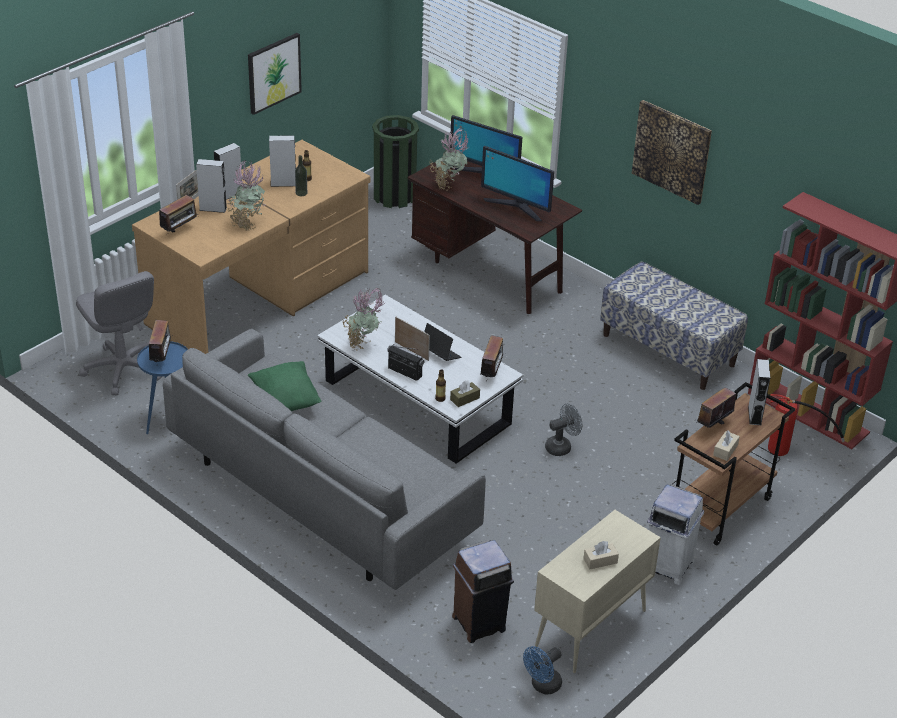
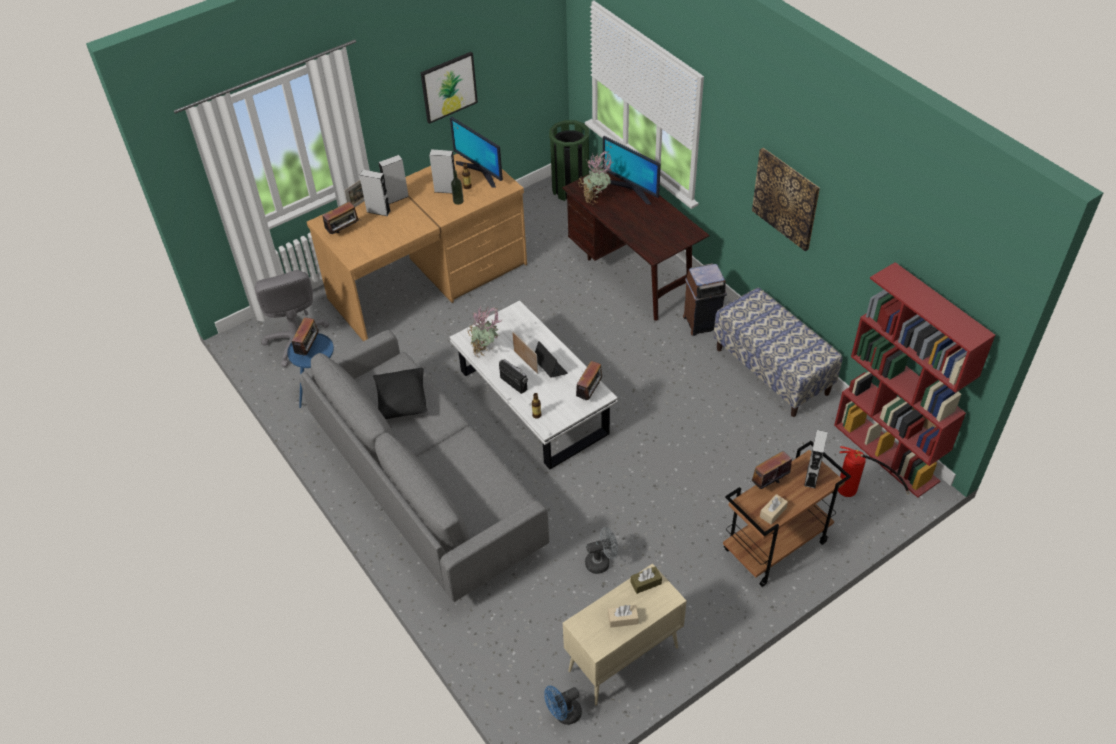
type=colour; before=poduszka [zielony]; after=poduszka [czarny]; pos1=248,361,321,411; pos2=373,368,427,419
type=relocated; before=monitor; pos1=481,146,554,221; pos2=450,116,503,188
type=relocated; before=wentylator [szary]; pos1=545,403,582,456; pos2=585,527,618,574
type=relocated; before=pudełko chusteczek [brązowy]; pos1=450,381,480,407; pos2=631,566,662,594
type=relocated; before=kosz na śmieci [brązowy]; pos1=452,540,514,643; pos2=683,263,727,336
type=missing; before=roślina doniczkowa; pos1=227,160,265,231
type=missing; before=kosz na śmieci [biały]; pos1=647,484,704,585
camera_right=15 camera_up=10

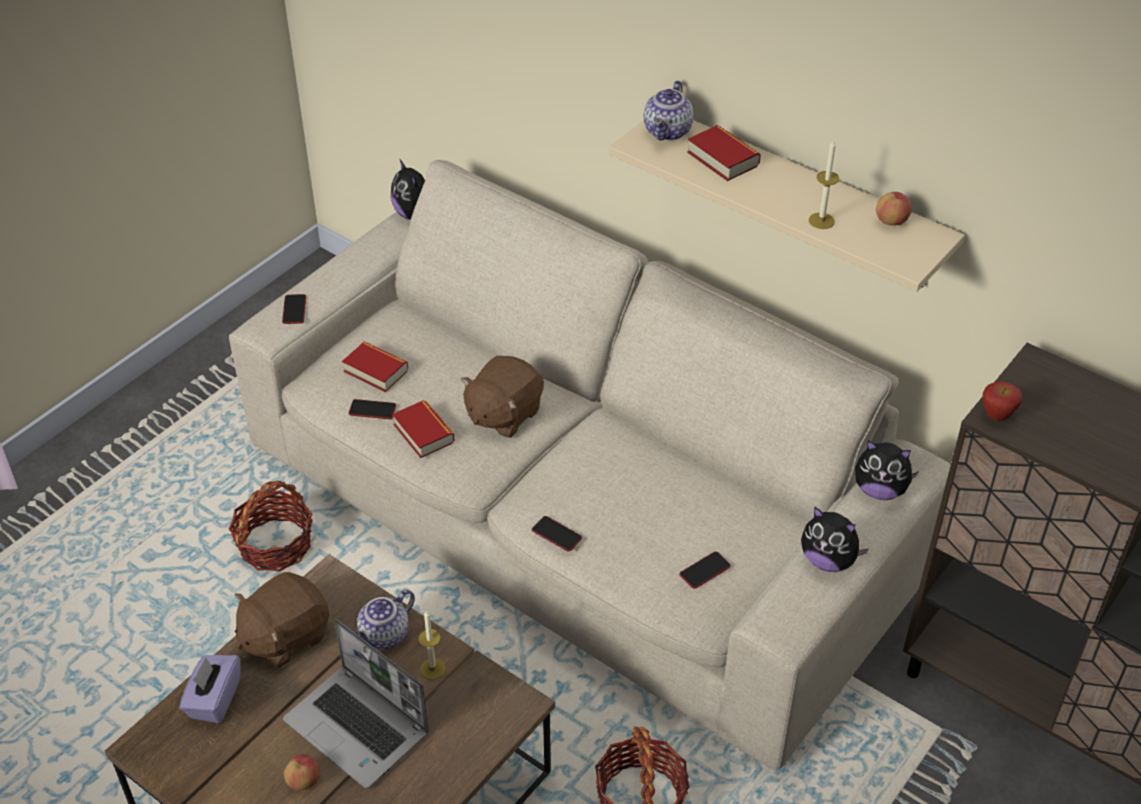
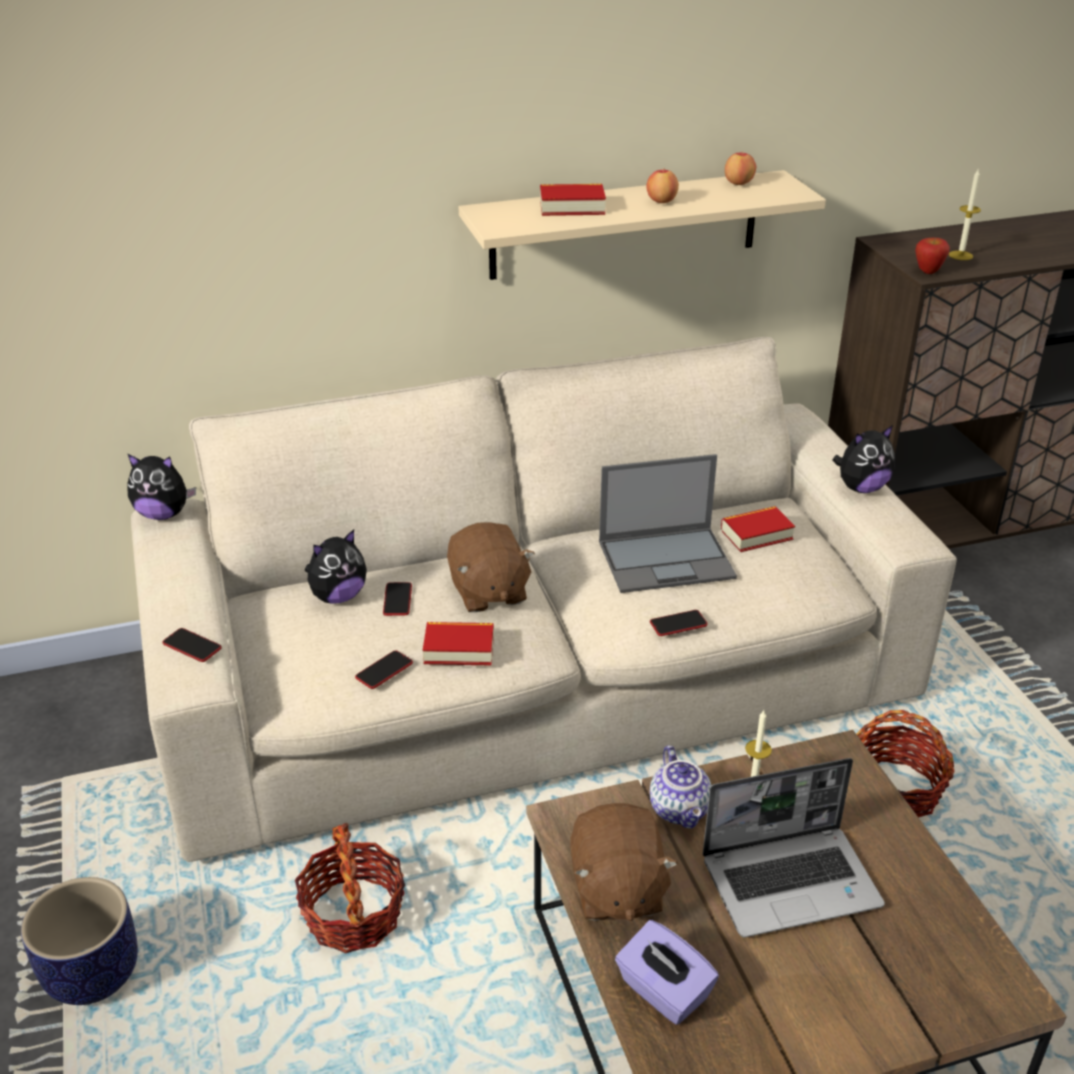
type=appeared; after=donica; pos2=21,877,138,1005
type=relocated; before=pluszak; pos1=855,440,919,500; pos2=304,530,367,604
type=relocated; before=telefon; pos1=679,551,731,589; pos2=383,582,412,616
type=appeared; after=laptop; pos2=599,454,737,593
type=relocated; before=jabłko; pos1=284,754,320,791; pos2=646,170,679,203
type=relocated; before=książka; pos1=342,342,408,392; pos2=721,506,795,552
type=relocated; before=świeca; pos1=809,139,839,229; pos2=949,168,981,260
type=missing; before=imbryk; pos1=644,80,694,141
camera_right=-55 camera_up=-10

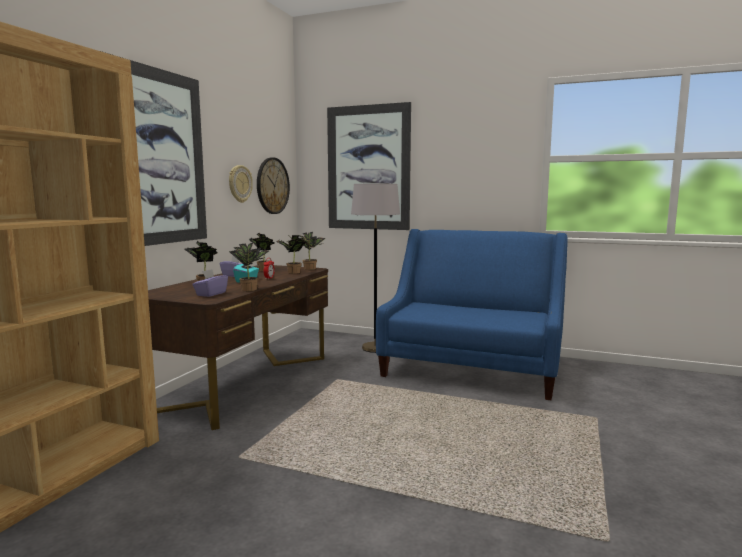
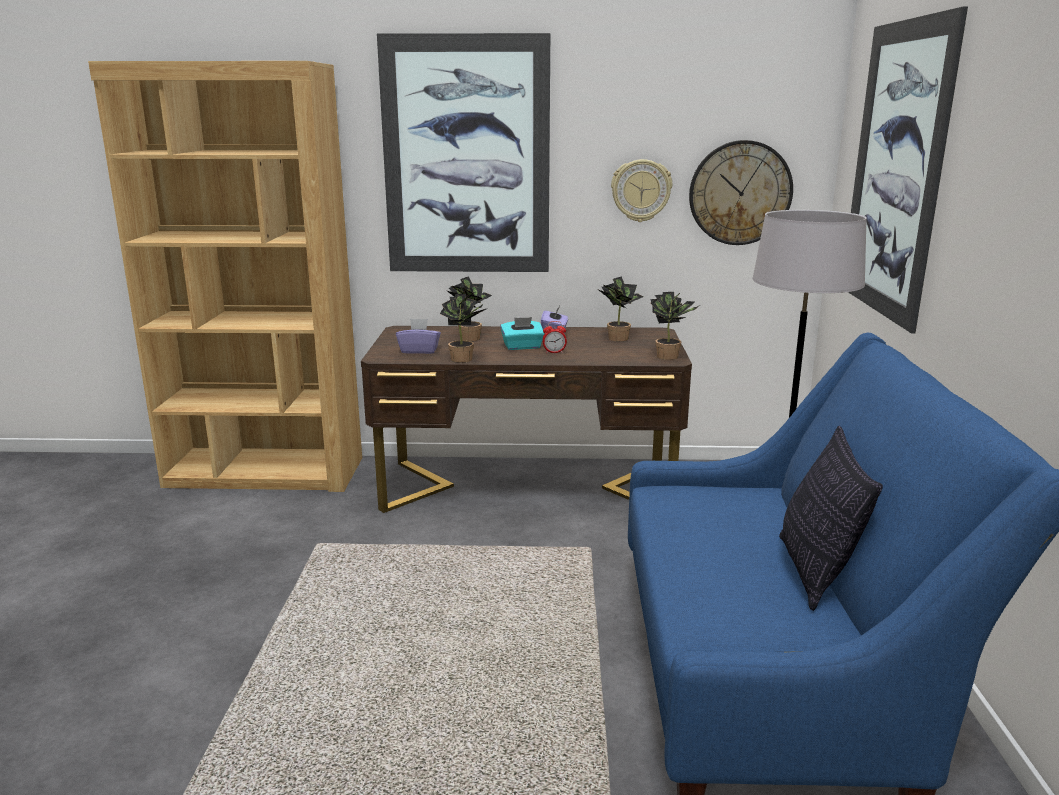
type=appeared; after=poduszka; pos2=779,426,883,611
type=missing; before=roślina doniczkowa; pos1=276,235,307,274
camera_right=70 camera_up=10

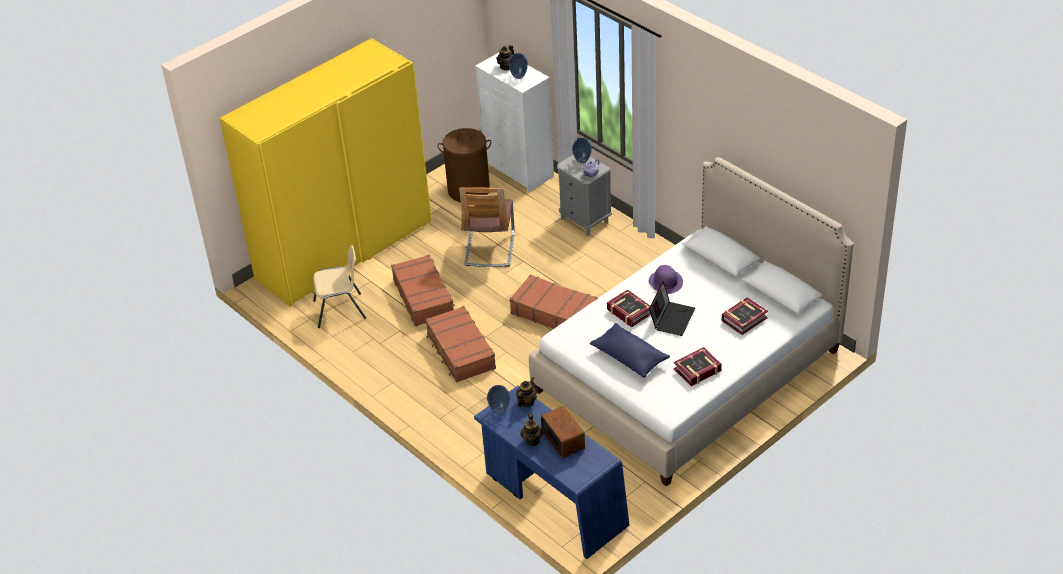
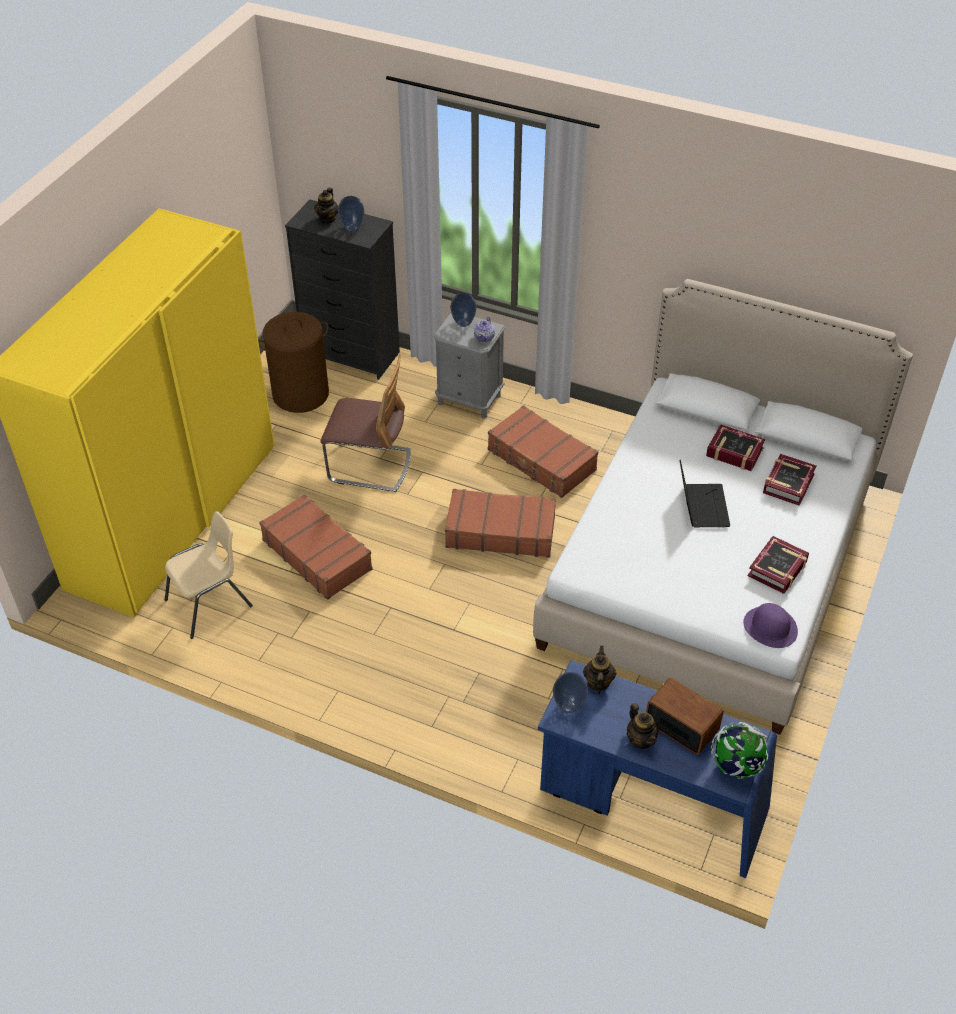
type=colour; before=komoda [biały]; after=komoda [czarny]; pos1=475,53,554,192; pos2=285,199,400,380
type=spun; before=krzesło; pos1=459,188,515,267; pos2=320,354,411,492; turn=-60
type=relocated; before=walizka [brązowy]; pos1=425,306,496,382; pos2=488,405,598,498
type=relocated; before=książka; pos1=607,290,651,327; pos2=706,424,765,471
type=appeared; after=globus; pos2=711,722,768,779
type=relocated; before=kapelusz [fioletowy]; pos1=649,265,683,294; pos2=743,603,798,648
type=missing; before=poduszka [niebieski]; pos1=590,323,670,378
camera_right=-25 camera_up=5

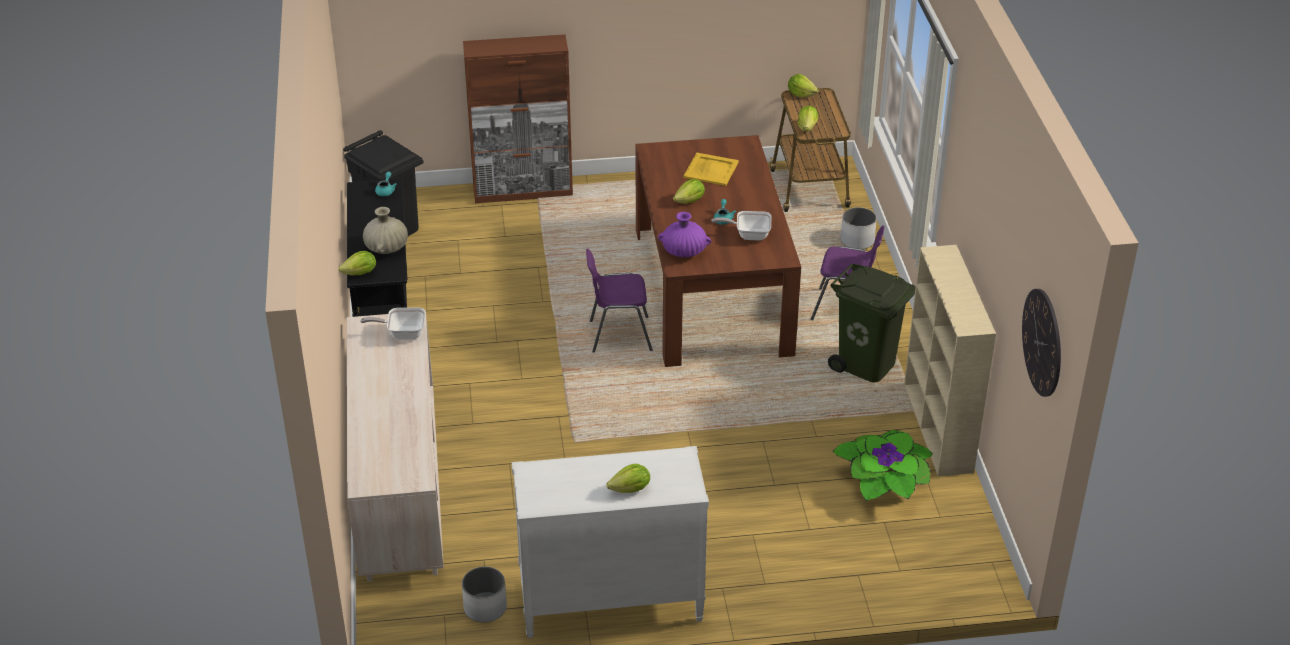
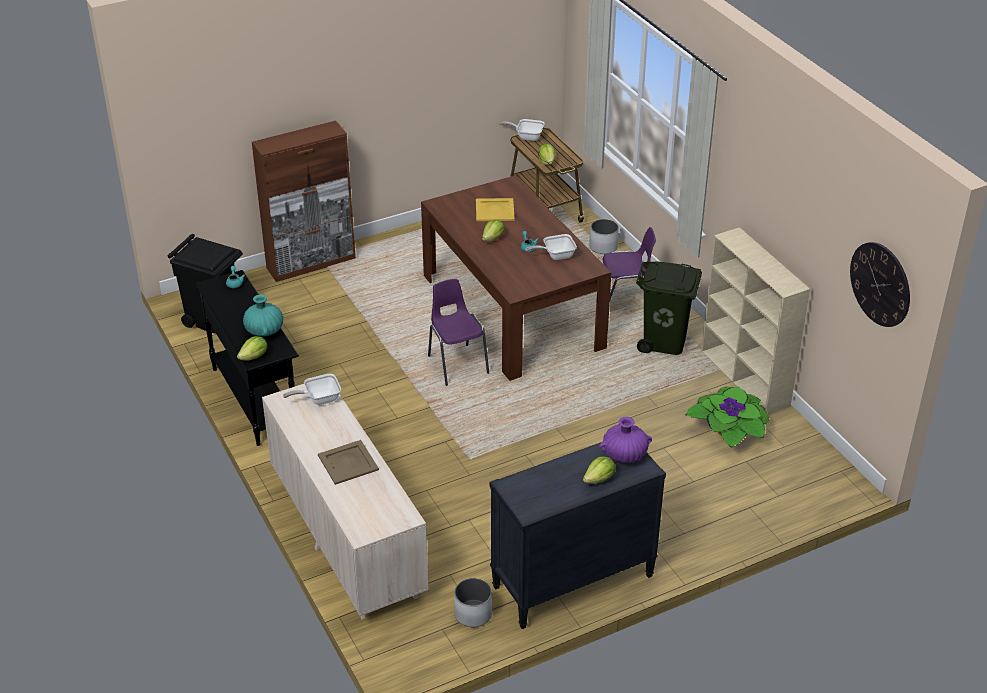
type=colour; before=wazon [beżowy]; after=wazon [turkusowy]; pos1=363,207,408,254; pos2=243,294,283,336
type=appeared; after=taca [beżowy]; pos2=318,440,379,485
type=spun; before=krzesło [fioletowy]; pos1=586,249,653,353; pos2=428,279,489,386; turn=90
type=colour; before=komoda [biały]; after=komoda [czarny]; pos1=512,446,709,638; pos2=489,442,666,629
type=exchanged; before=sałata; after=patelnia; pos1=788,74,819,97; pos2=499,119,544,141
type=relocated; before=wazon [fioletowy]; pos1=658,212,711,257; pos2=599,417,652,463
camera_right=-20 camera_up=0

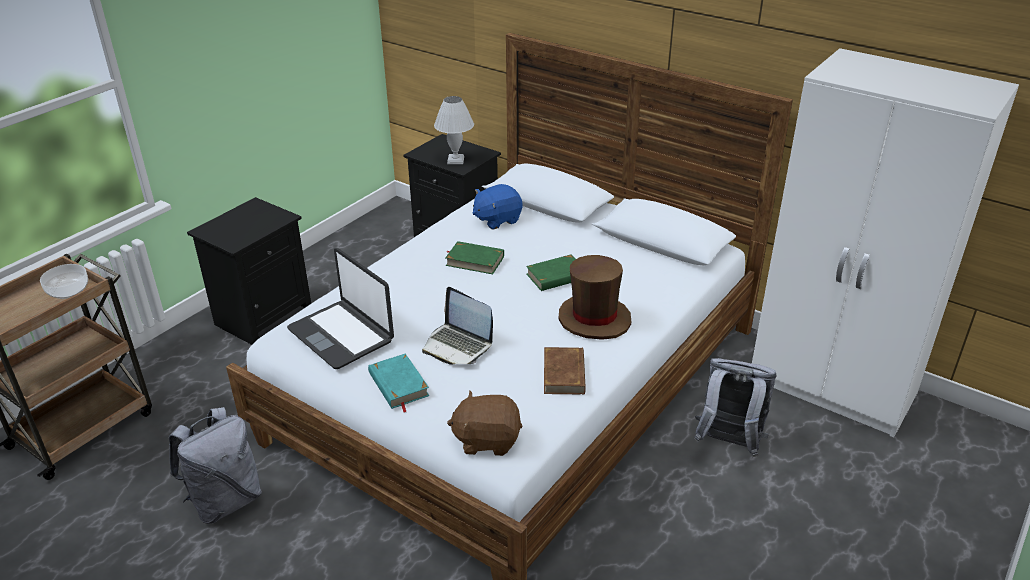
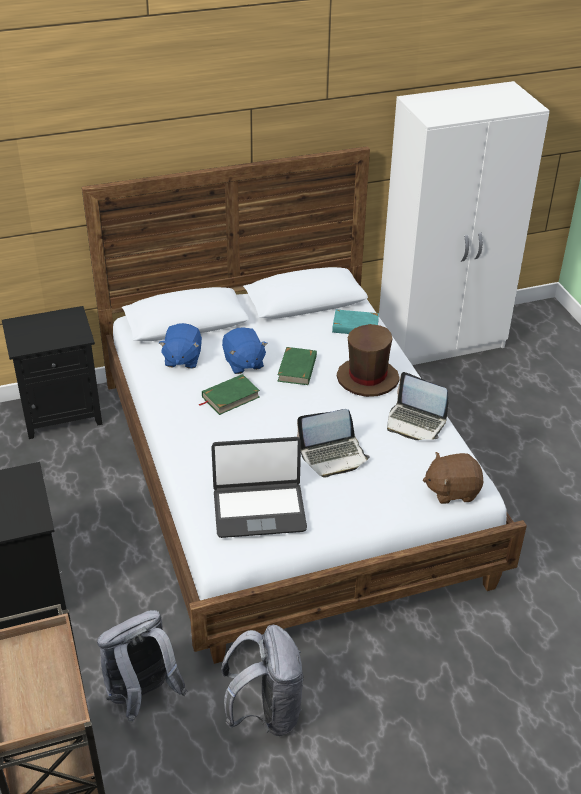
type=relocated; before=plecak [szary]; pos1=694,358,777,457; pos2=97,610,187,723
type=appeared; after=pluszak [niebieski]; pos2=222,327,268,374
type=relocated; before=książka [turkusowy]; pos1=368,354,430,412; pos2=332,309,379,334
type=exchanged; before=książka [brązowy]; after=laptop; pos1=544,347,586,395; pos2=387,372,448,440
type=spun; before=pluszak [brązowy]; pos1=447,390,522,456; pos2=423,452,483,504; turn=45
type=missing; before=miska; pos1=40,264,88,299
type=missing; before=lampa stołowa [biały]; pos1=434,96,474,164
camera_right=-55 camera_up=5

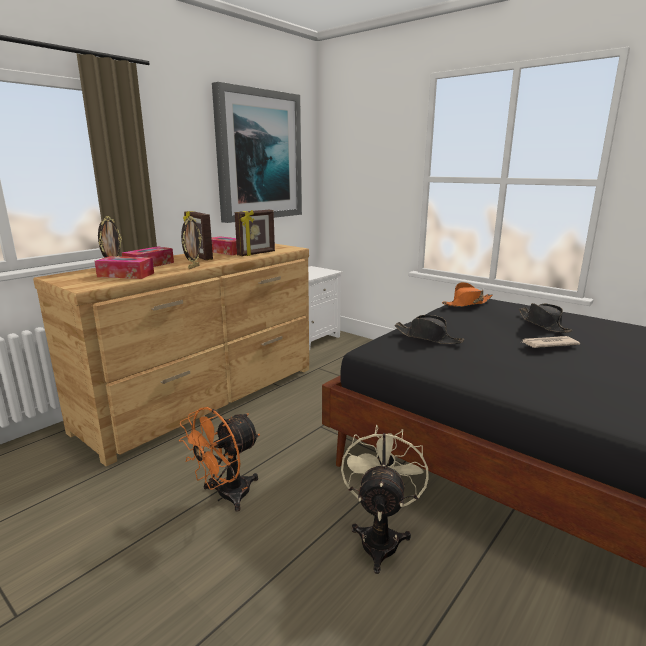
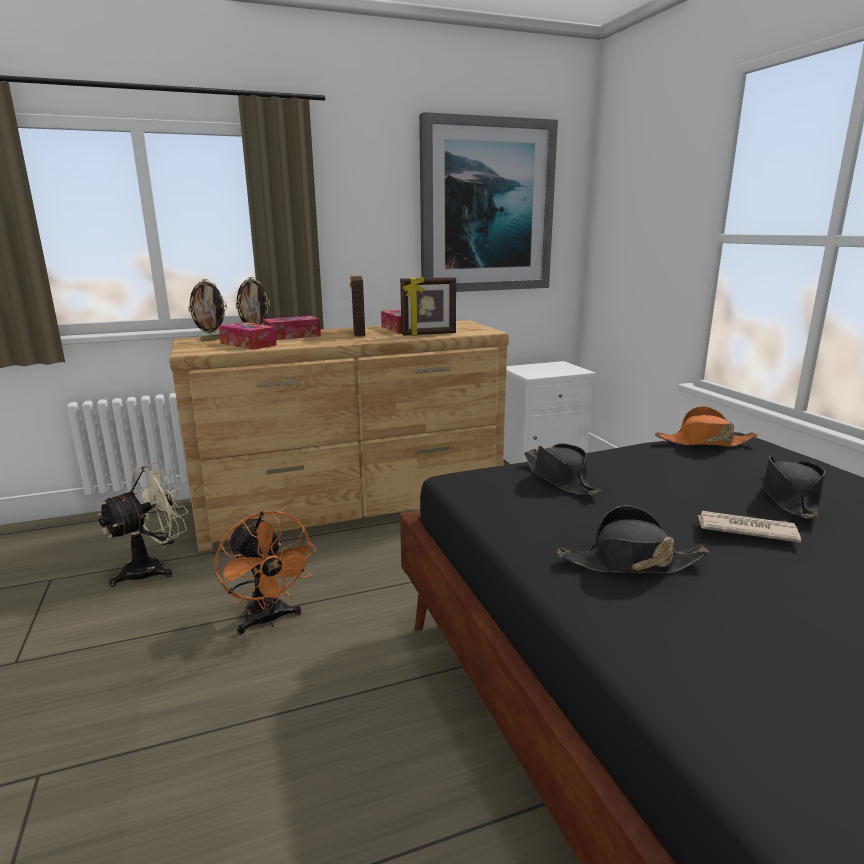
type=relocated; before=wentylator [beżowy]; pos1=341,425,429,574; pos2=97,462,188,587
type=relocated; before=ramka na zdjęcie; pos1=181,216,202,269; pos2=188,279,227,341
type=spun; before=wentylator [pomarańczowy]; pos1=179,407,260,512; pos2=215,511,317,635; turn=-105
type=appeared; after=kapelusz [czarny]; pos2=557,506,709,573
camera_right=30 camera_up=0

